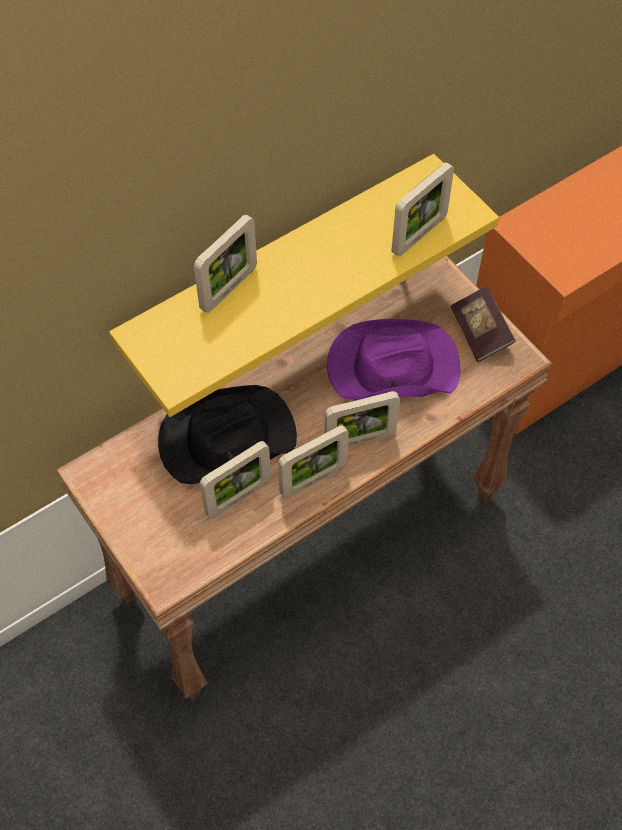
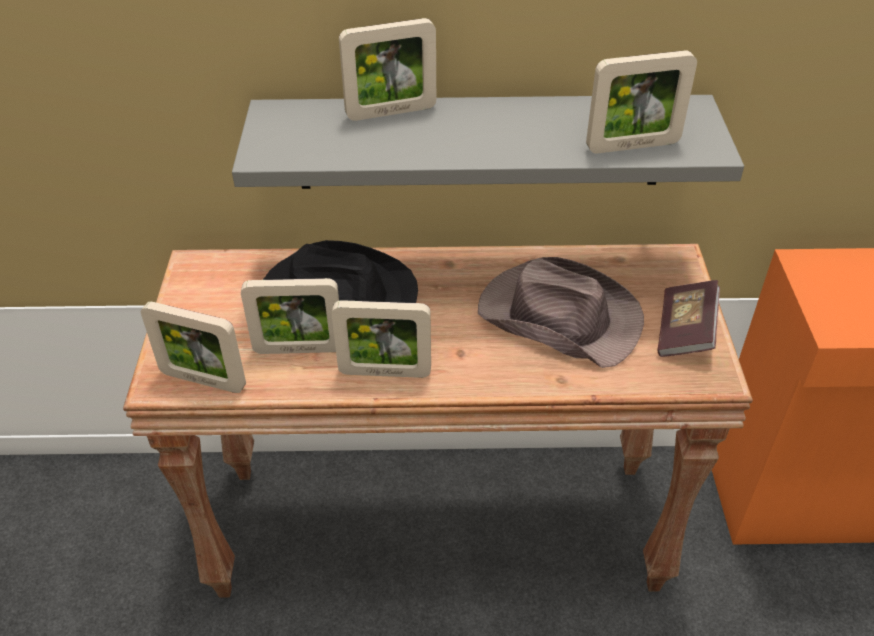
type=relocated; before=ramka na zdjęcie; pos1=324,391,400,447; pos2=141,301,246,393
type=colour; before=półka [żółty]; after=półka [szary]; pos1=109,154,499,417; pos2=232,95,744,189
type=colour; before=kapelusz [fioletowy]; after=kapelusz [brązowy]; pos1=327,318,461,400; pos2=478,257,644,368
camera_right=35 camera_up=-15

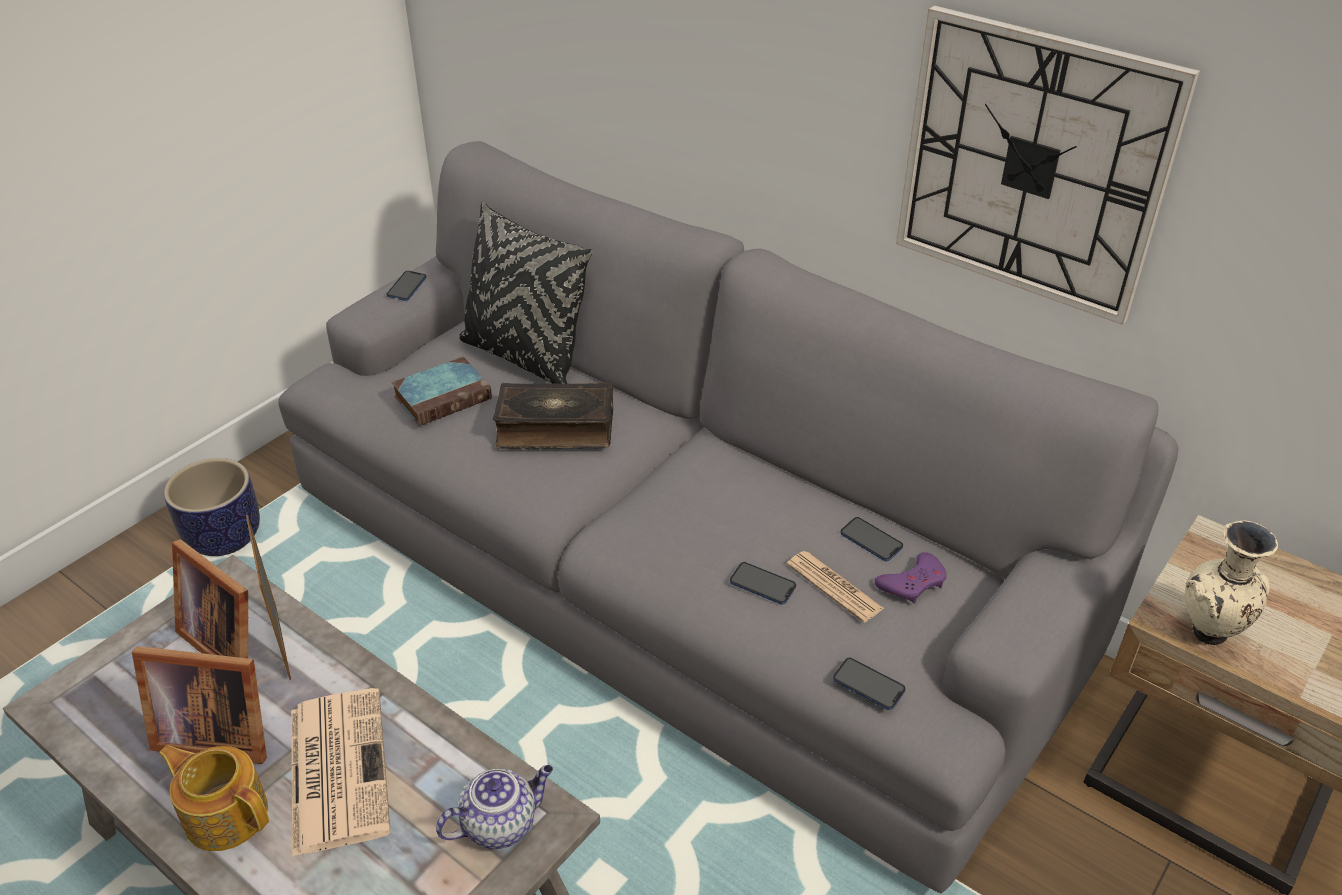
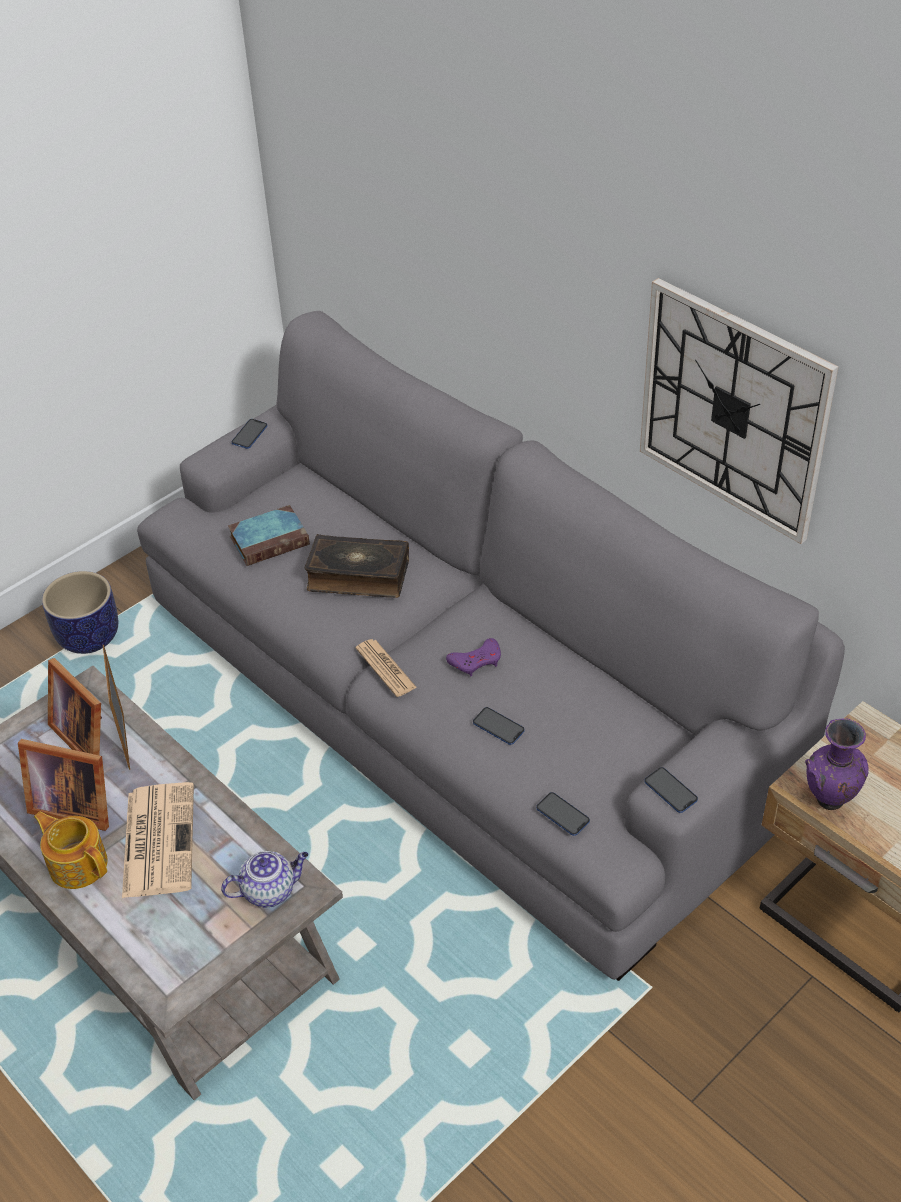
type=relocated; before=gazeta; pos1=787,551,884,623; pos2=355,639,417,697
type=relocated; before=pad do gier [fioletowy]; pos1=875,552,946,604; pos2=446,638,501,676
type=relocated; before=telefon; pos1=840,517,903,561; pos2=645,767,698,813
type=colour; before=wazon [beżowy]; after=wazon [fioletowy]; pos1=1185,520,1278,645; pos2=805,718,869,810
type=missing; before=poduszka [czarny]; pos1=459,202,593,384
camera_right=10 camera_up=5

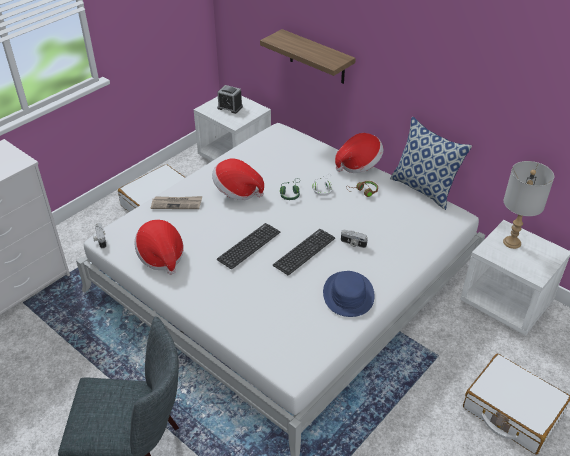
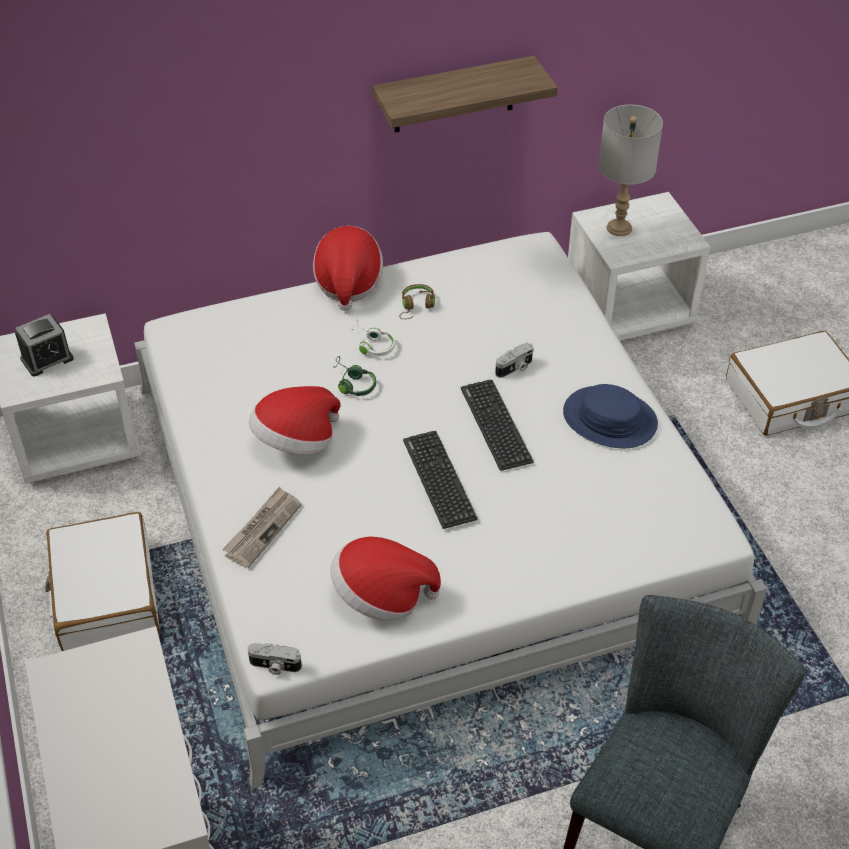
type=relocated; before=półka; pos1=260,29,356,84; pos2=373,56,558,133
type=missing; before=poduszka; pos1=390,117,472,210
camera_right=-60 camera_up=5

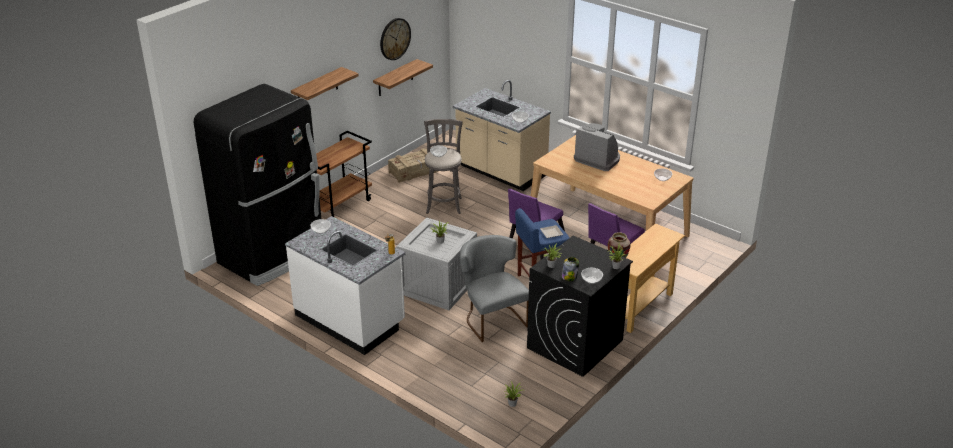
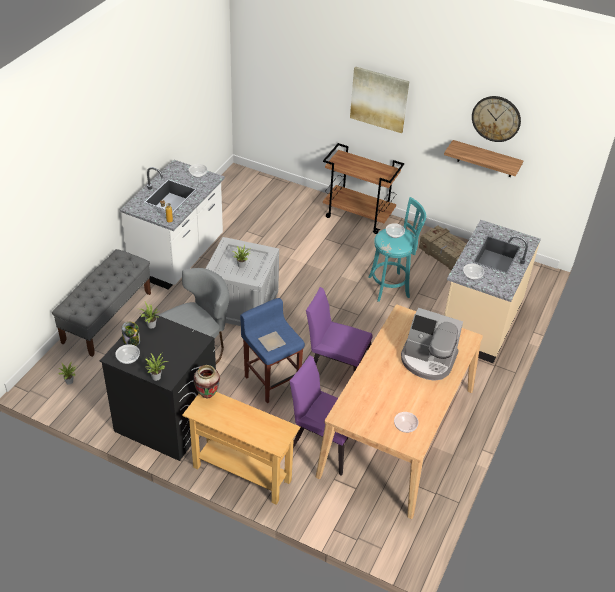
type=appeared; after=ławka [szary]; pos2=52,249,151,357
type=exchanged; before=półka; after=obraz; pos1=291,67,359,100; pos2=350,66,409,133
type=colour; before=stołek [szary]; after=stołek [turkusowy]; pos1=424,119,463,214; pos2=369,197,426,302
type=spun; before=ekspres do kawy; pos1=574,123,620,171; pos2=401,308,463,381; turn=90
type=missing; before=lodówka [czarny]; pos1=194,84,321,286
camera_right=75 camera_up=10

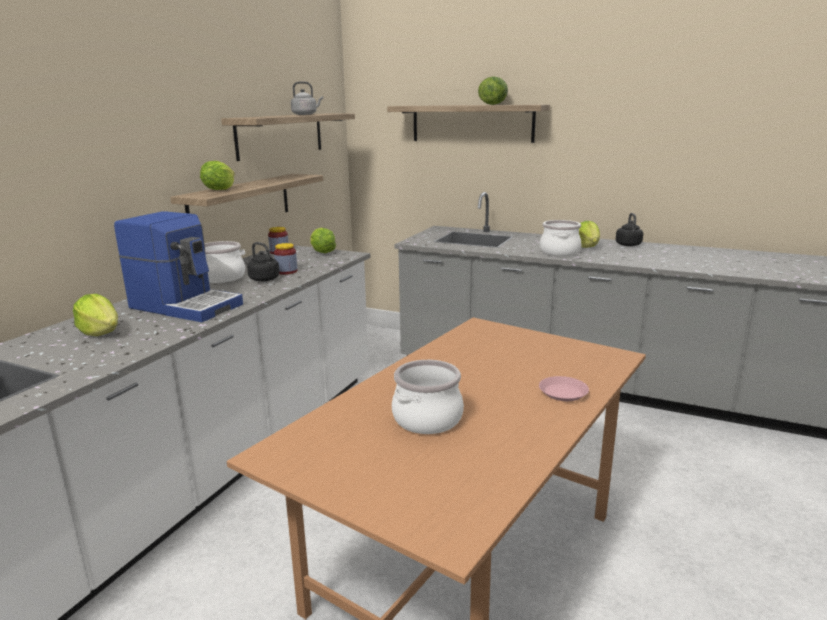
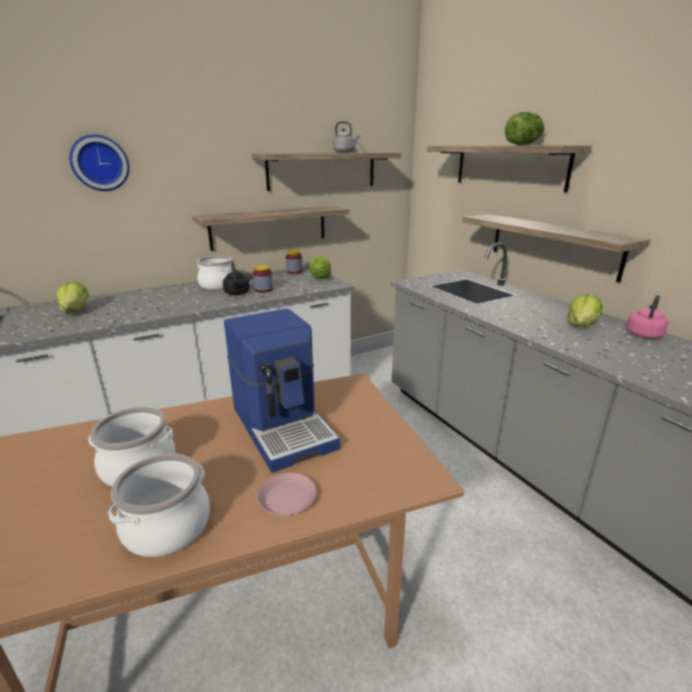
type=appeared; after=zegar ścienny; pos2=70,134,129,191
type=relocated; before=garnek; pos1=540,220,582,256; pos2=108,453,210,557
type=relocated; before=ekspres do kawy; pos1=114,211,243,322; pos2=224,309,340,473
type=appeared; after=półka; pos2=462,214,650,282
type=colour; before=czajnik [czarny]; after=czajnik [różowy]; pos1=616,213,643,246; pos2=626,295,668,339
type=missing; before=sałata; pos1=200,161,235,190
camera_right=35 camera_up=5

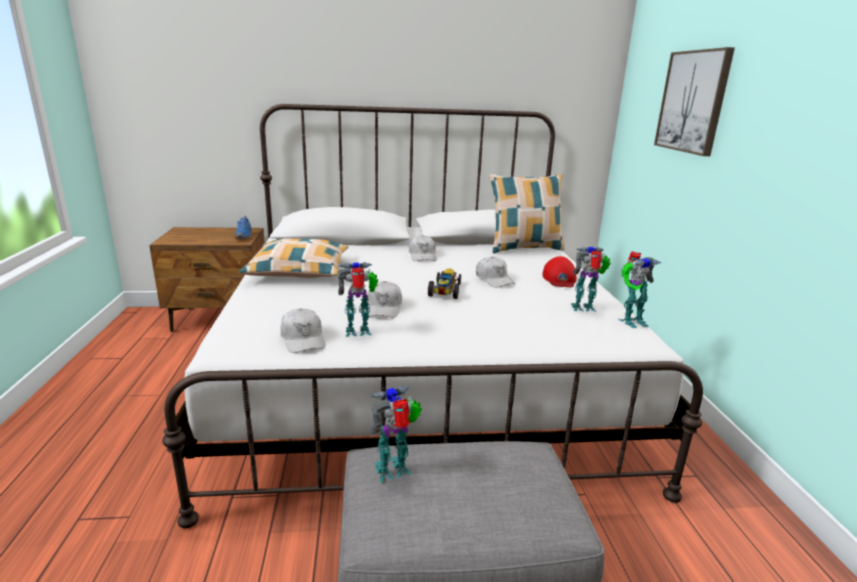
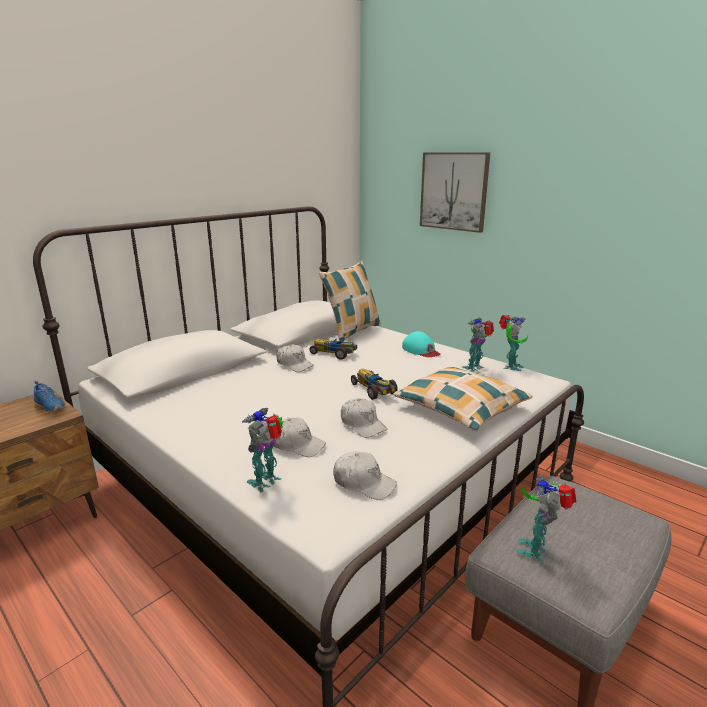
type=relocated; before=robot zabawkowy; pos1=337,262,378,337; pos2=242,408,283,492
type=relocated; before=czapka z daszkiem [biały]; pos1=476,256,515,288; pos2=274,417,326,457
type=appeared; after=samochodzik; pos2=309,339,357,360
type=relocated; before=poduszka; pos1=239,238,349,278; pos2=393,367,533,431
type=colour; before=czapka z daszkiem [czerwony]; after=czapka z daszkiem [turkusowy]; pos1=543,256,576,287; pos2=402,331,440,357
camera_right=-40 camera_up=0

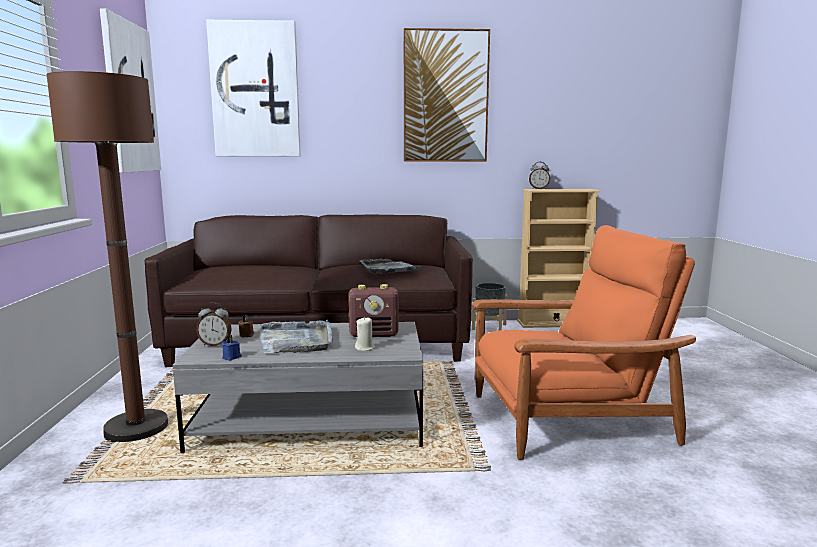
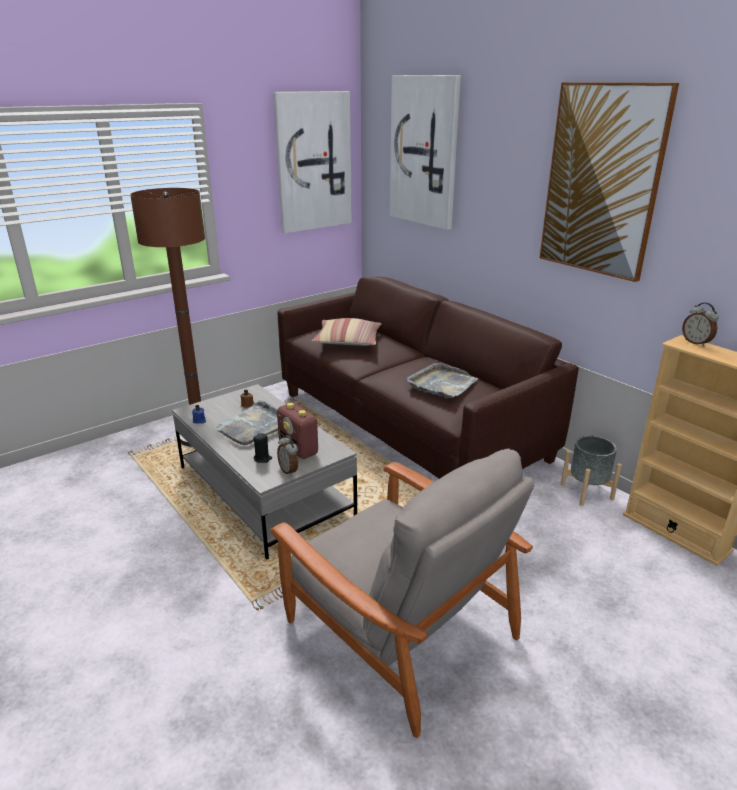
type=colour; before=świeca [beżowy]; after=świeca [czarny]; pos1=355,317,375,351; pos2=253,434,272,463
type=colour; before=fotel [pomarańczowy]; after=fotel [szary]; pos1=471,225,696,460; pos2=270,449,534,738
type=relocated; before=budzik; pos1=196,302,232,346; pos2=277,435,298,476
type=appeared; after=poduszka; pos2=312,318,381,346
camera_right=55 camera_up=15

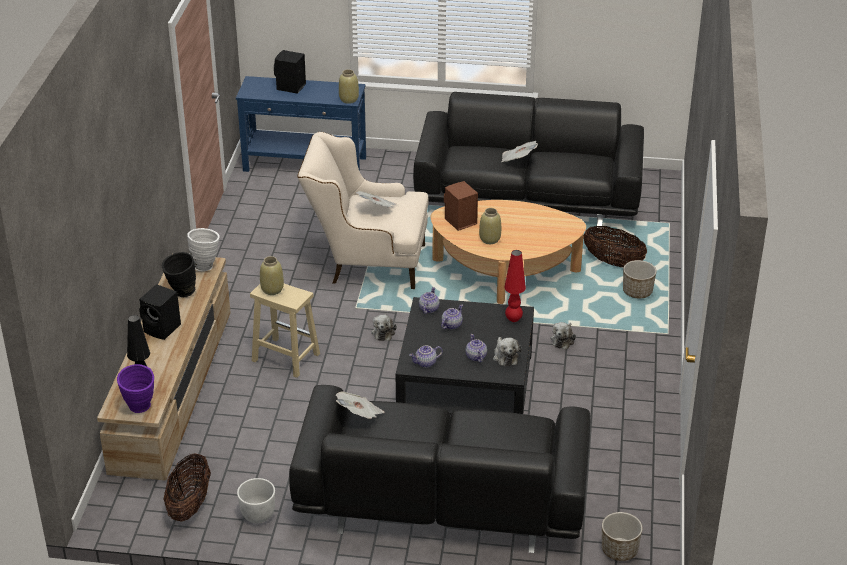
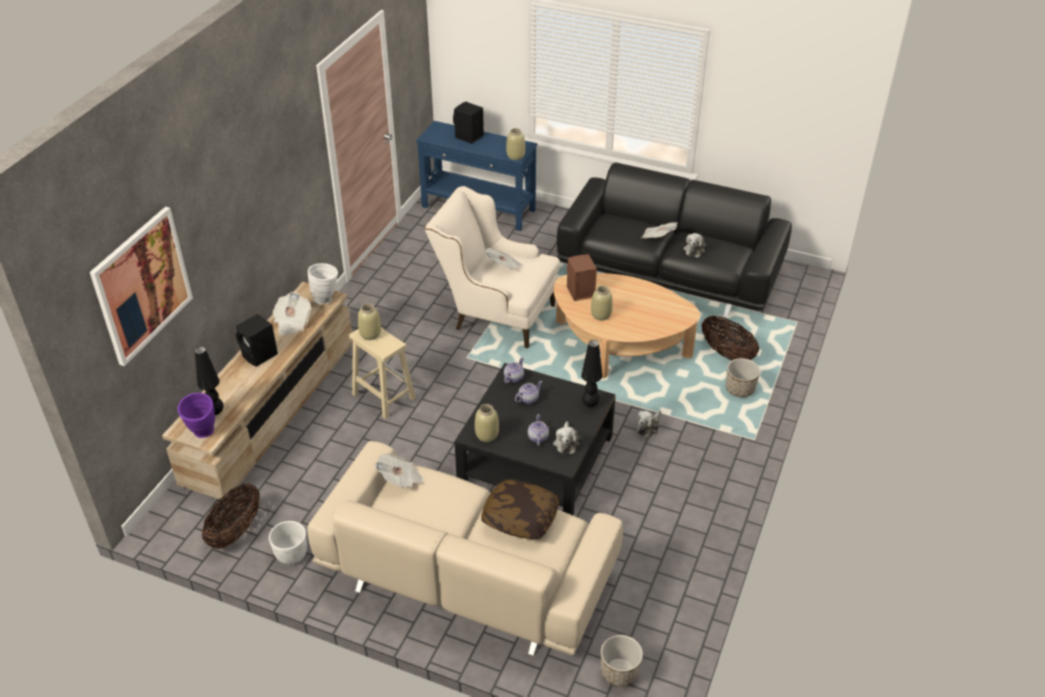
type=appeared; after=obraz; pos2=90,207,193,366
type=exchanged; before=wazon [czarny]; after=gazeta; pos1=162,252,196,297; pos2=272,292,311,335
type=colour; before=kanapa [czarny]; after=kanapa [beżowy]; pos1=289,385,590,553; pos2=308,441,623,656
type=exchanged; before=imbryk; after=wazon [beżowy]; pos1=409,345,443,368; pos2=475,404,499,442
type=appeared; after=poduszka; pos2=481,479,559,539
type=colour; before=lampa stołowa [czerwony]; after=lampa stołowa [czarny]; pos1=504,250,526,322; pos2=581,340,603,407
type=relocated; before=pluszak; pos1=371,314,397,341; pos2=684,233,707,257
camera_right=15 camera_up=5

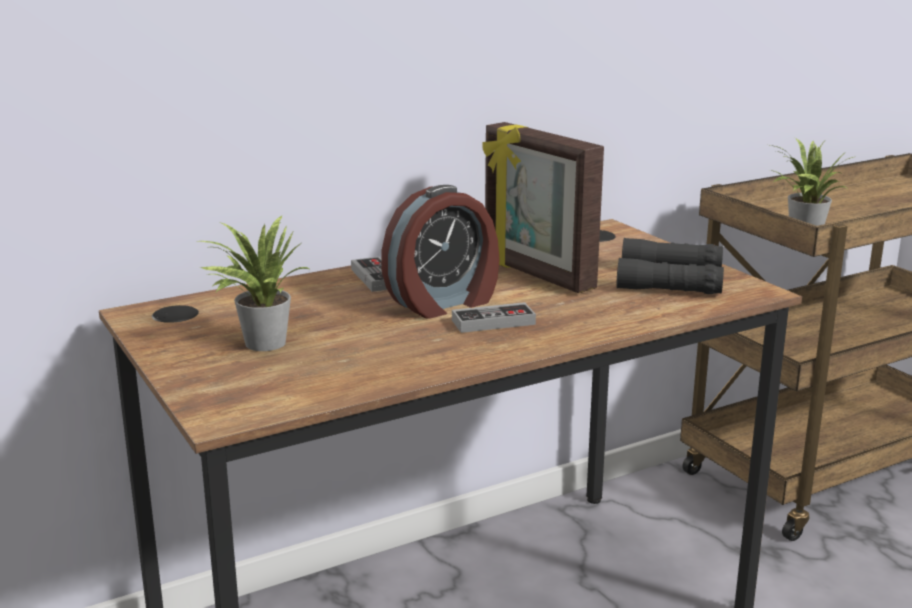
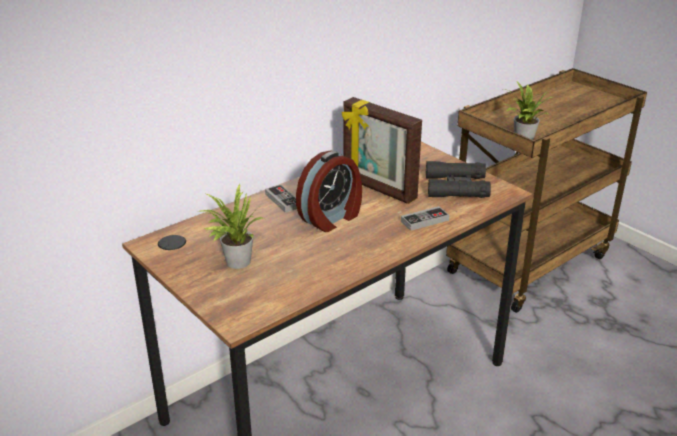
type=relocated; before=pad do gier; pos1=452,302,536,333; pos2=401,206,449,231
camera_right=-10 camera_up=10

